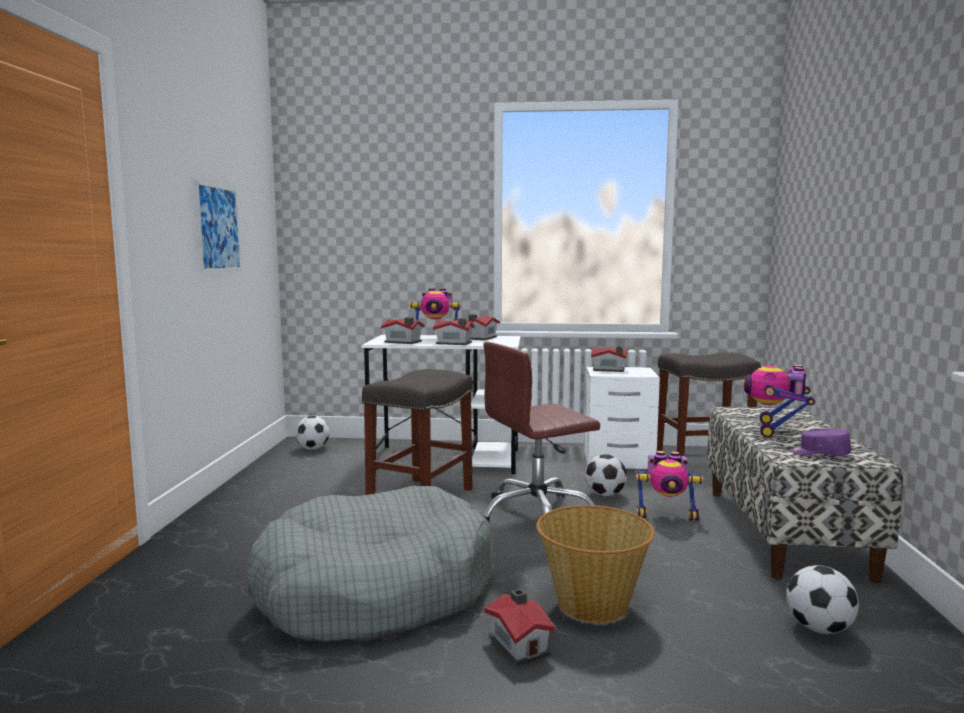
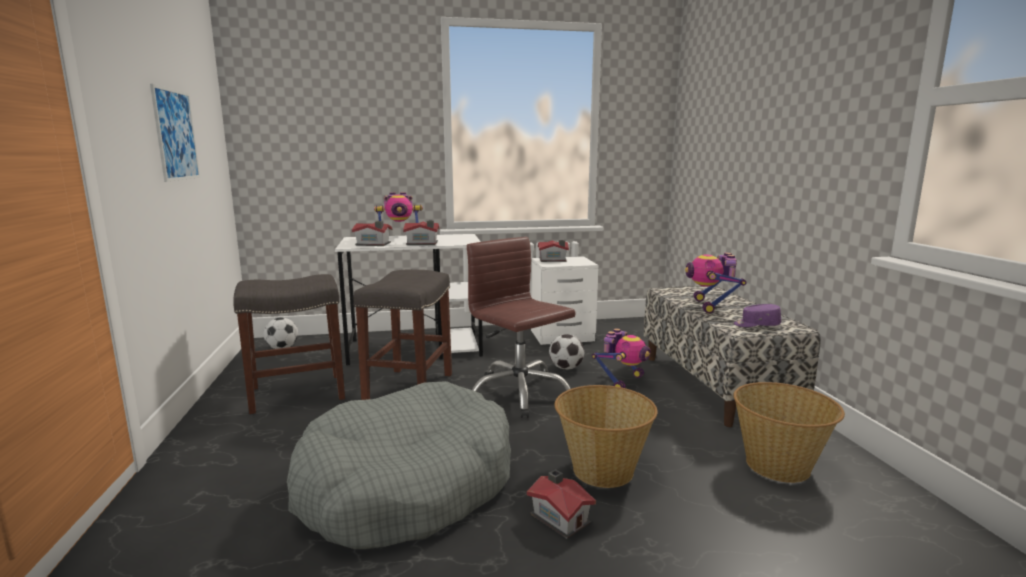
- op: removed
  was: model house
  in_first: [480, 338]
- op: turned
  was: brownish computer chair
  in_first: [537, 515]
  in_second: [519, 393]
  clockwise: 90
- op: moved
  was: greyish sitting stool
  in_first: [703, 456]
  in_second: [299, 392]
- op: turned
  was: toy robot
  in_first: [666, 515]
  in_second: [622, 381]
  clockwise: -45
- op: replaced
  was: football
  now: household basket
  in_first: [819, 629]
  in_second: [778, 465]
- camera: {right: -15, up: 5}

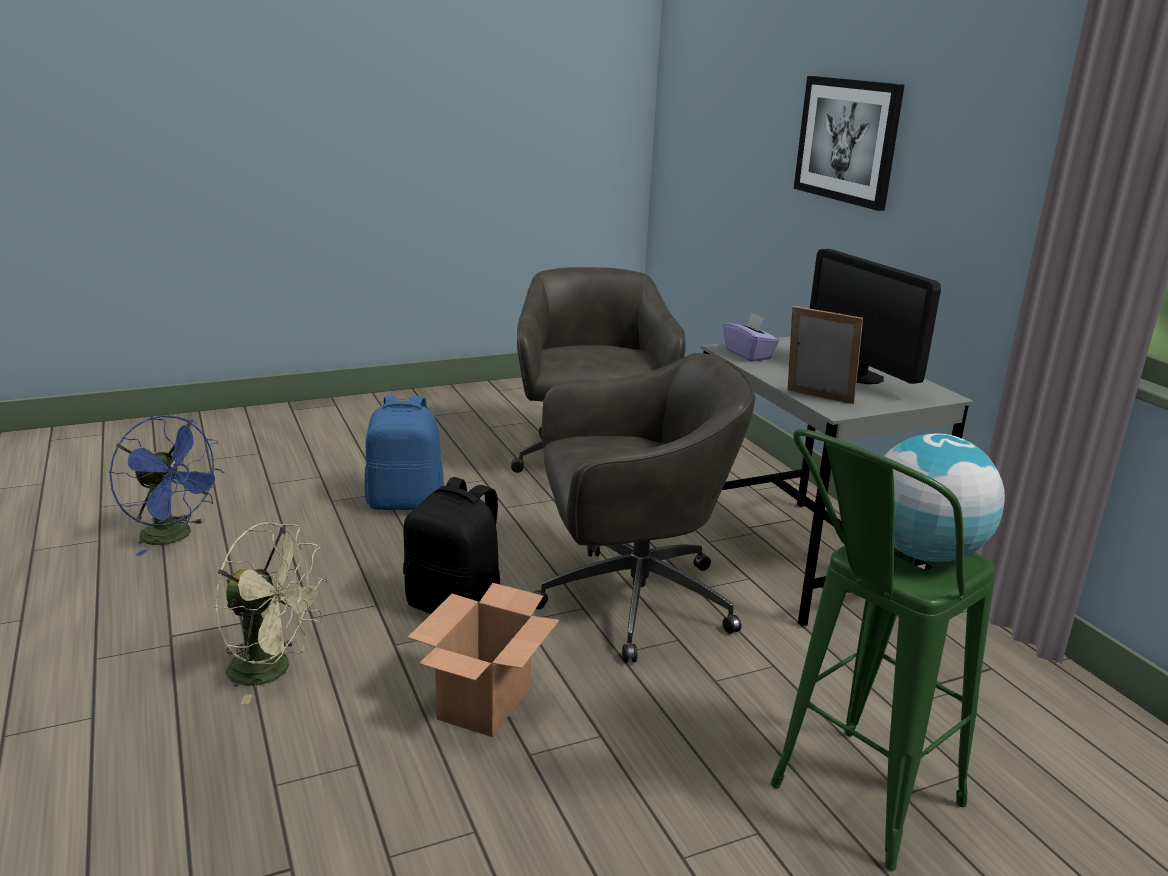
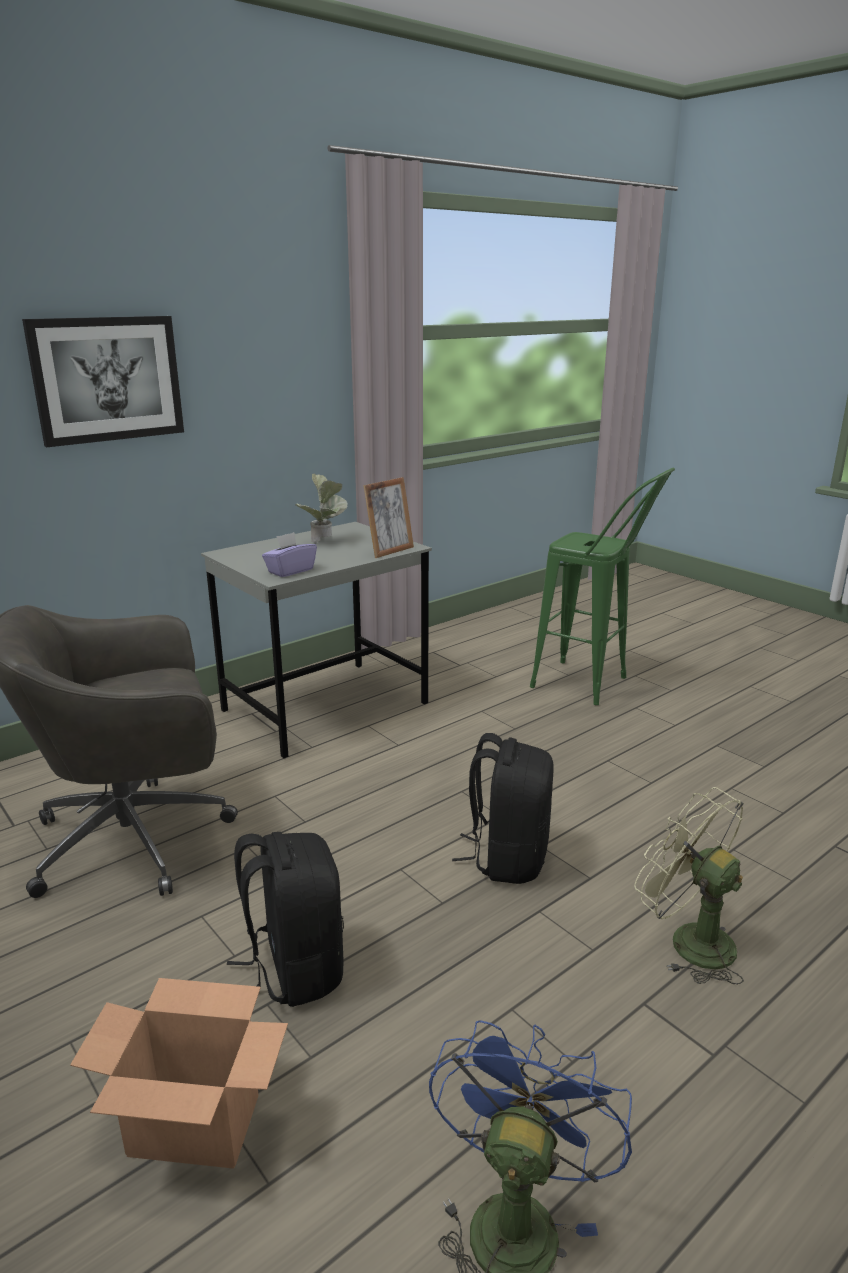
- op: replaced
  was: monitor
  now: plant in a pot
  in_first: [861, 376]
  in_second: [325, 542]
- op: turned
  was: photo frame
  in_first: [817, 399]
  in_second: [390, 551]
  clockwise: -150
- op: removed
  was: greyish computer chair
  in_first: [629, 602]
- op: recoloured
  was: bluish knapsack
  now: black knapsack
  in_first: [406, 503]
  in_second: [293, 969]
- op: removed
  was: globe
  in_first: [923, 553]
- op: turned
  was: green electric fan
  in_first: [272, 670]
  in_second: [688, 940]
  clockwise: -45
- op: moved
  was: cardboard box
  in_first: [484, 703]
  in_second: [196, 1125]
- camera: {right: -105, up: 0}

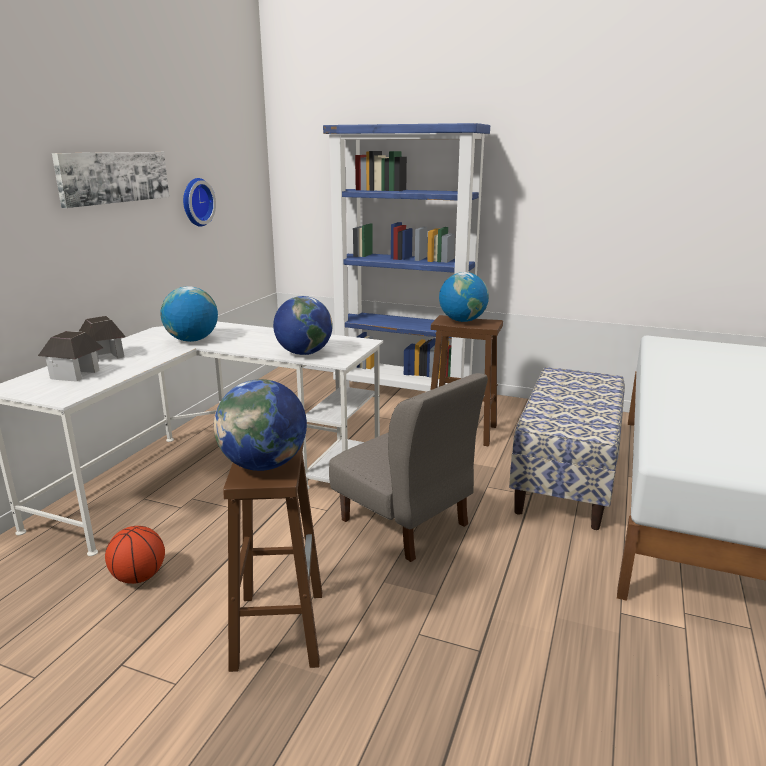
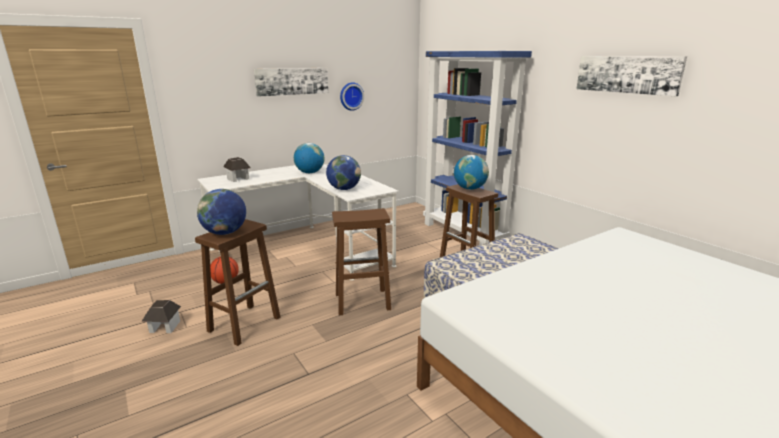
- op: moved
  was: model house
  in_first: [104, 356]
  in_second: [164, 327]
- op: replaced
  was: greyish upright chair
  now: brownish sitting stool
  in_first: [404, 522]
  in_second: [361, 302]
- op: added
  now: picture
  in_second: [627, 74]
- camera: {right: 35, up: 0}

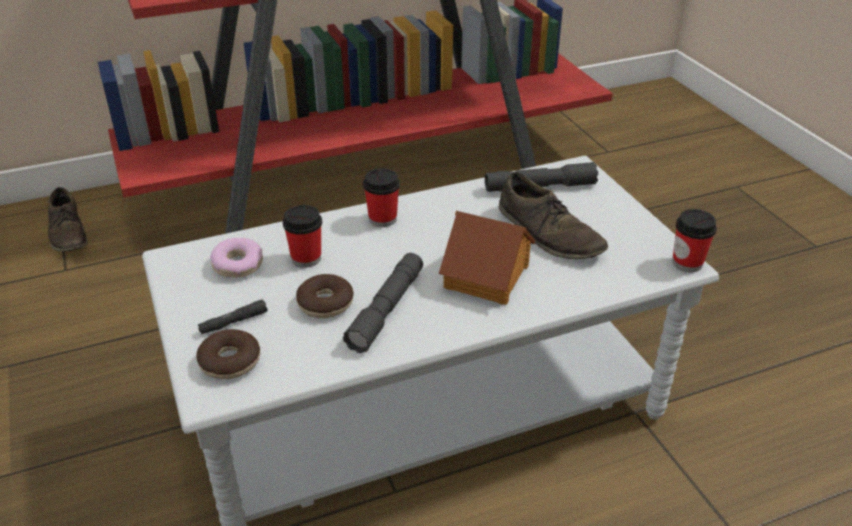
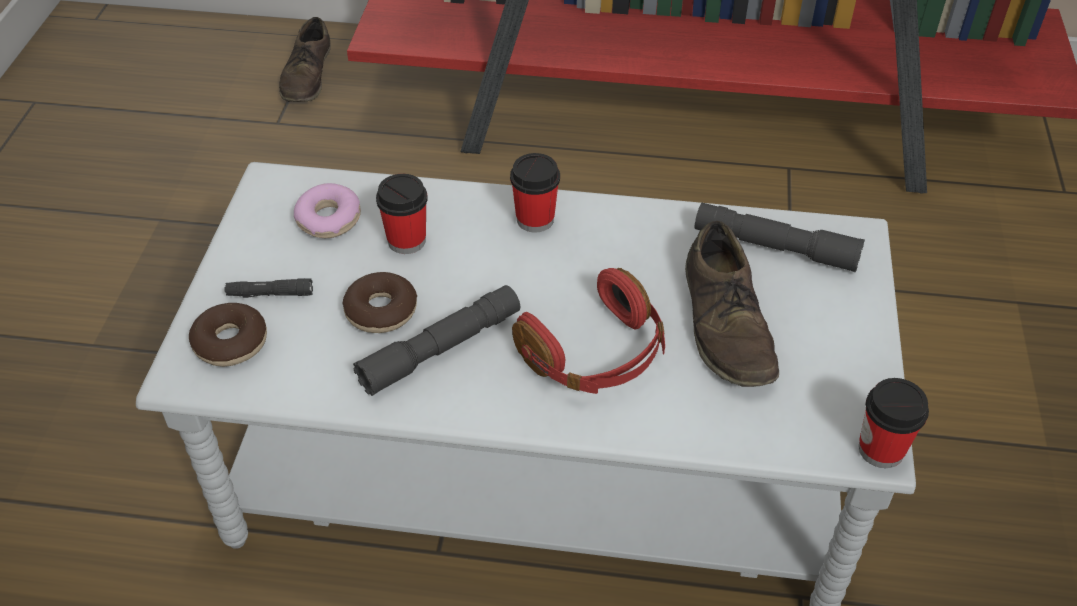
- op: replaced
  was: model house
  now: red-coloured headphones
  in_first: [488, 276]
  in_second: [595, 354]
- camera: {right: 30, up: 10}

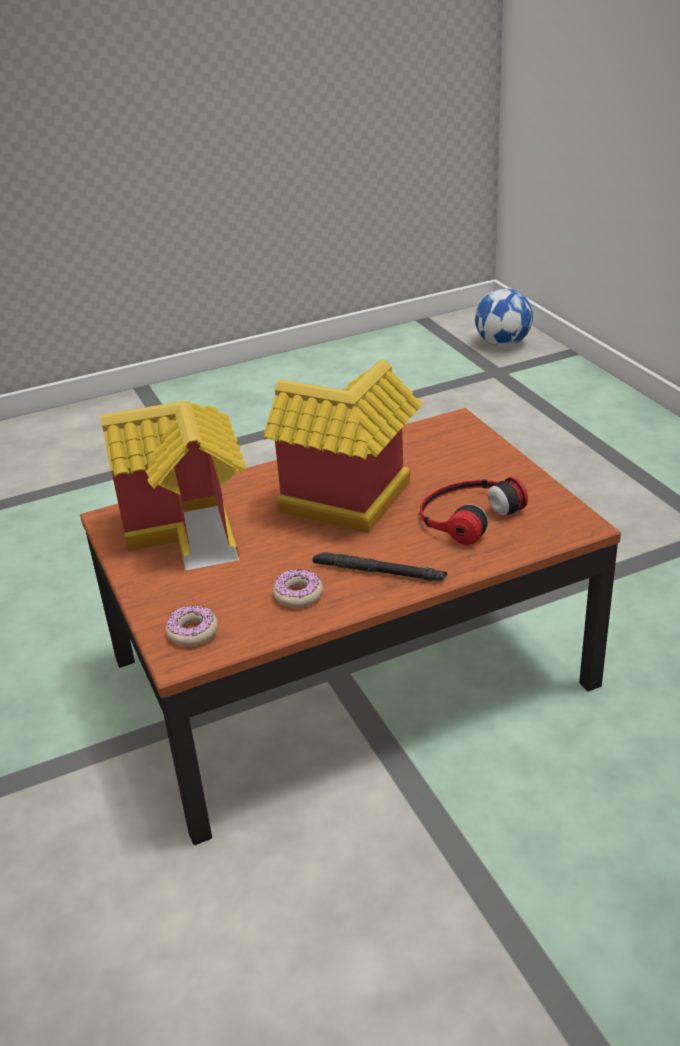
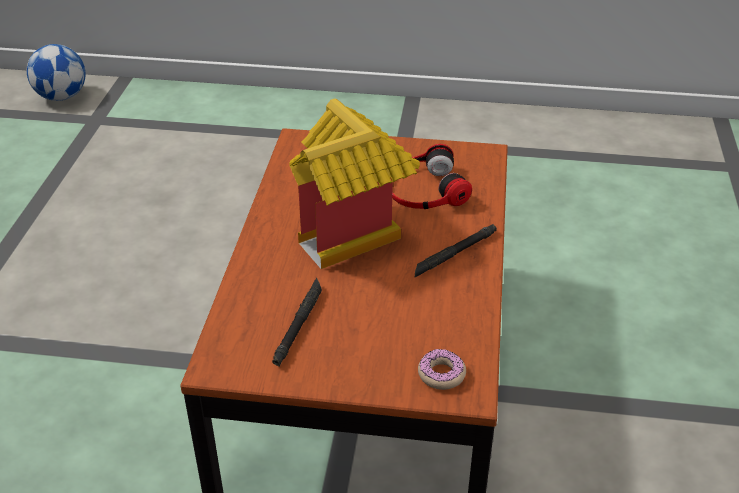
- op: replaced
  was: model house
  now: black hand torch
  in_first: [193, 533]
  in_second: [299, 325]
- op: removed
  was: doughnut
  in_first: [298, 594]
- camera: {right: -60, up: 5}

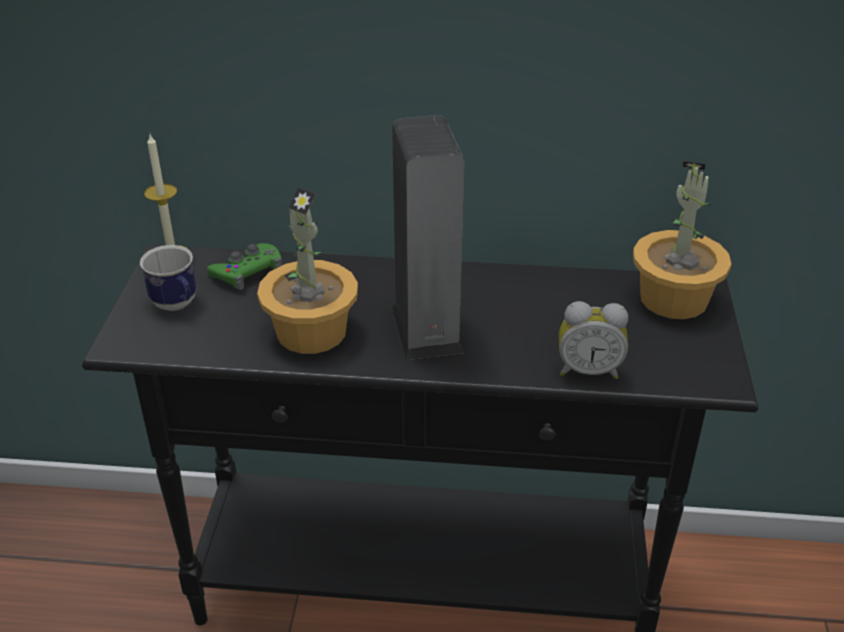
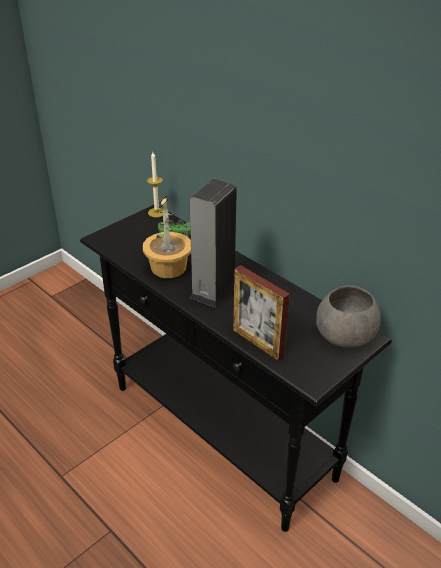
- op: replaced
  was: plant in a pot
  now: greyish serving bowl
  in_first: [673, 299]
  in_second: [344, 335]
- op: removed
  was: tea mug
  in_first: [178, 305]
- op: replaced
  was: table clock
  now: photo frame
  in_first: [588, 370]
  in_second: [258, 343]
- camera: {right: 40, up: 0}

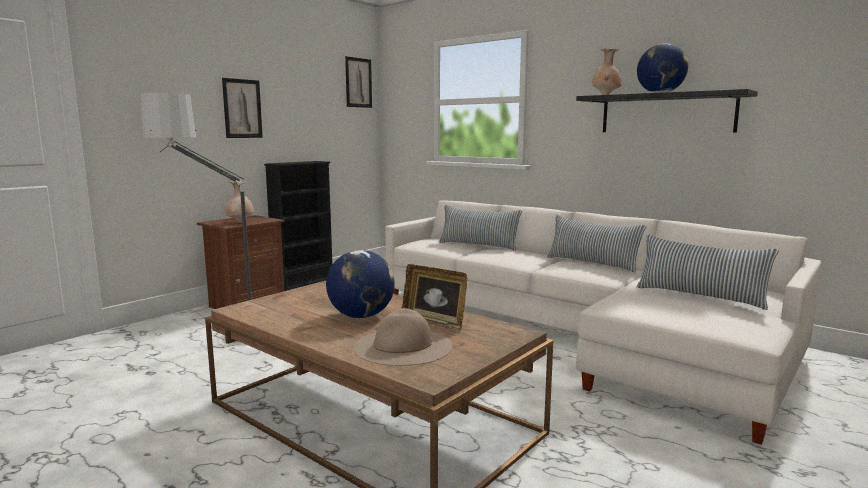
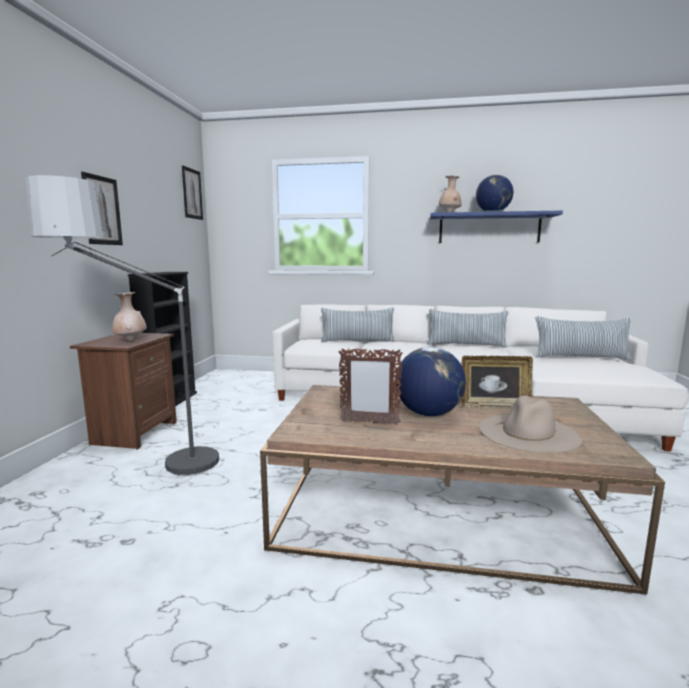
- op: recoloured
  was: black bracket shelf
  now: bluish bracket shelf
  in_first: [666, 113]
  in_second: [489, 228]
- op: added
  now: photo frame
  in_second: [369, 422]
- camera: {right: -30, up: 0}

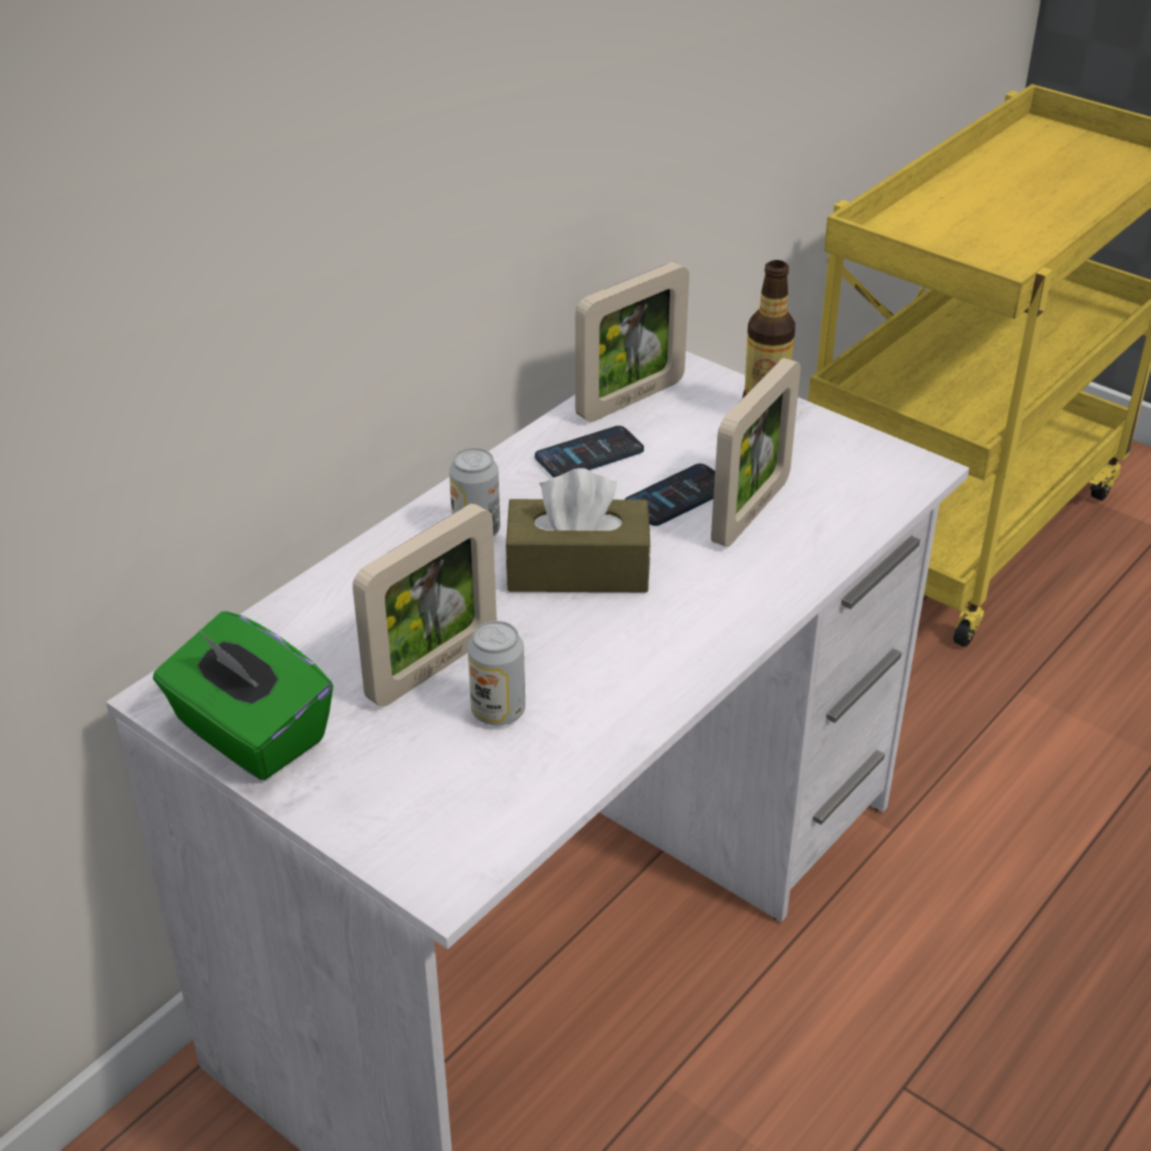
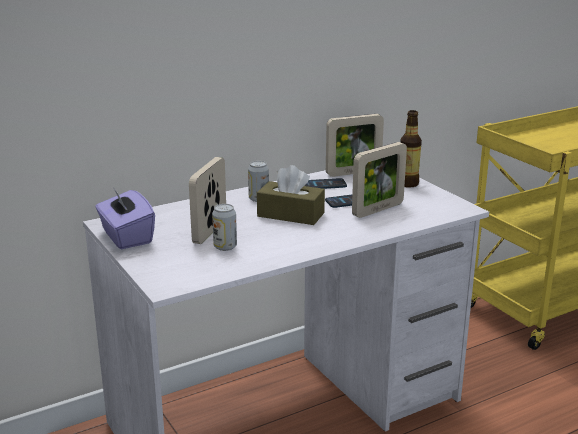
- op: turned
  was: photo frame
  in_first: [432, 667]
  in_second: [210, 231]
  clockwise: 135
- op: recoloured
  was: green tissue box
  now: purple-coloured tissue box
  in_first: [249, 733]
  in_second: [126, 237]
- camera: {right: 20, up: -15}

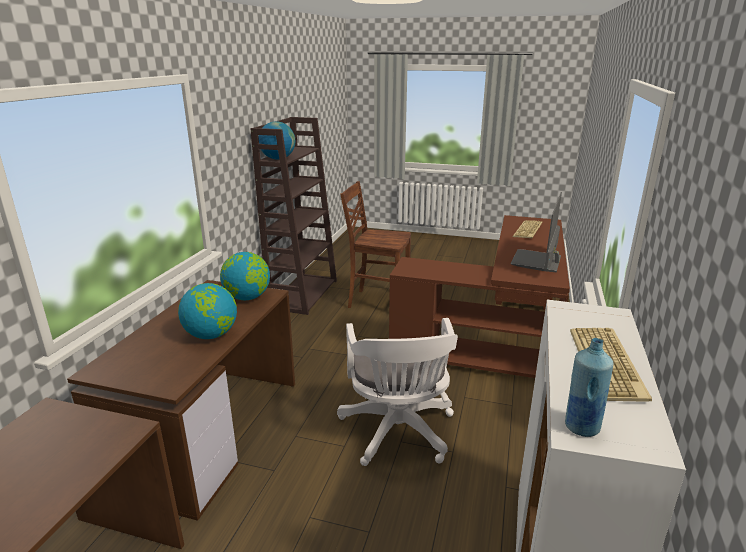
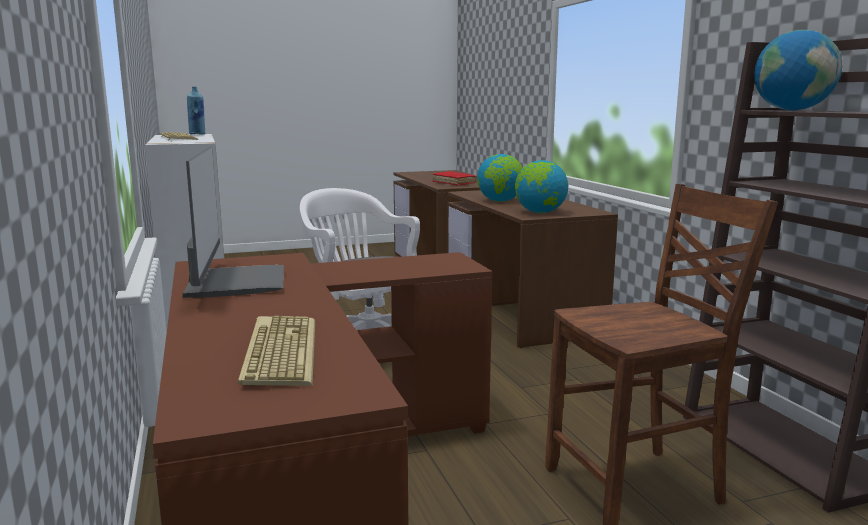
- op: added
  now: red-coloured bound book
  in_second: [454, 183]
- camera: {right: 145, up: -10}

